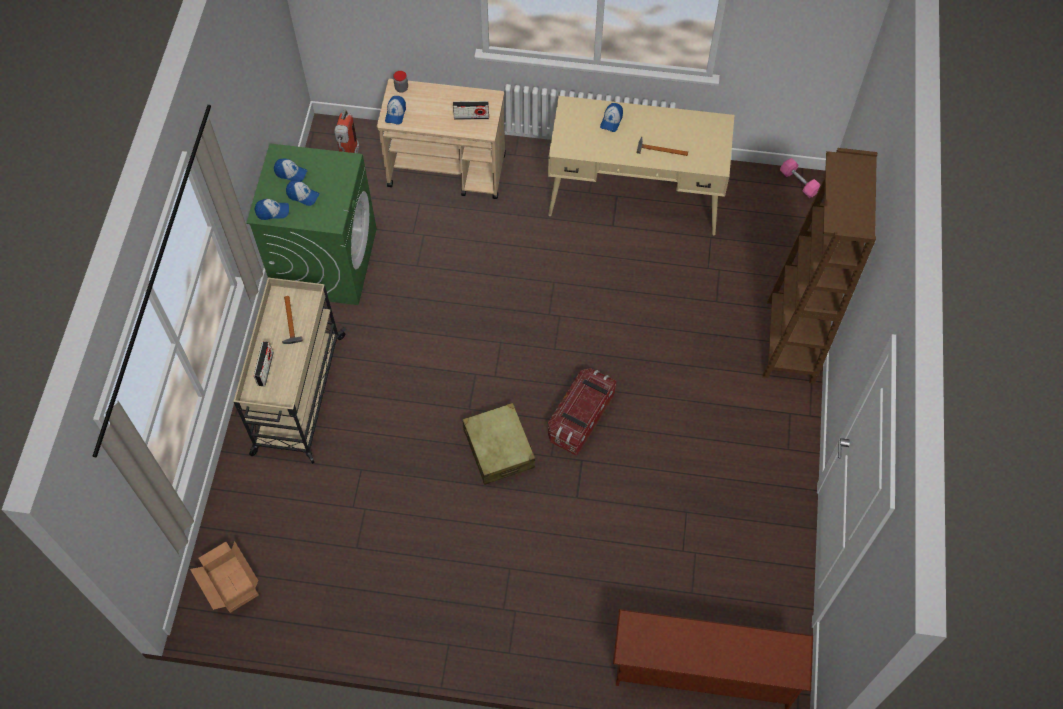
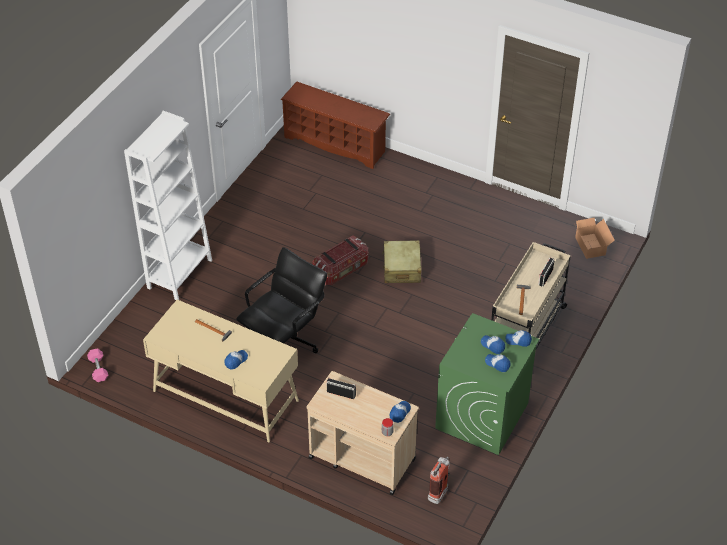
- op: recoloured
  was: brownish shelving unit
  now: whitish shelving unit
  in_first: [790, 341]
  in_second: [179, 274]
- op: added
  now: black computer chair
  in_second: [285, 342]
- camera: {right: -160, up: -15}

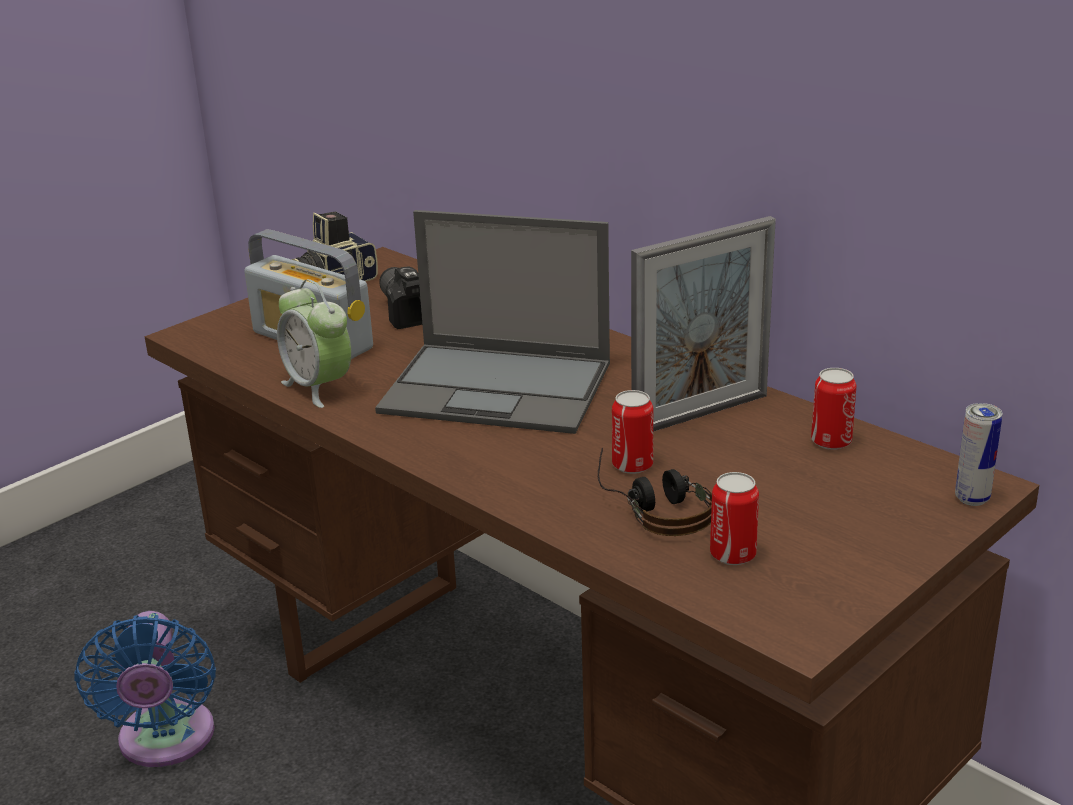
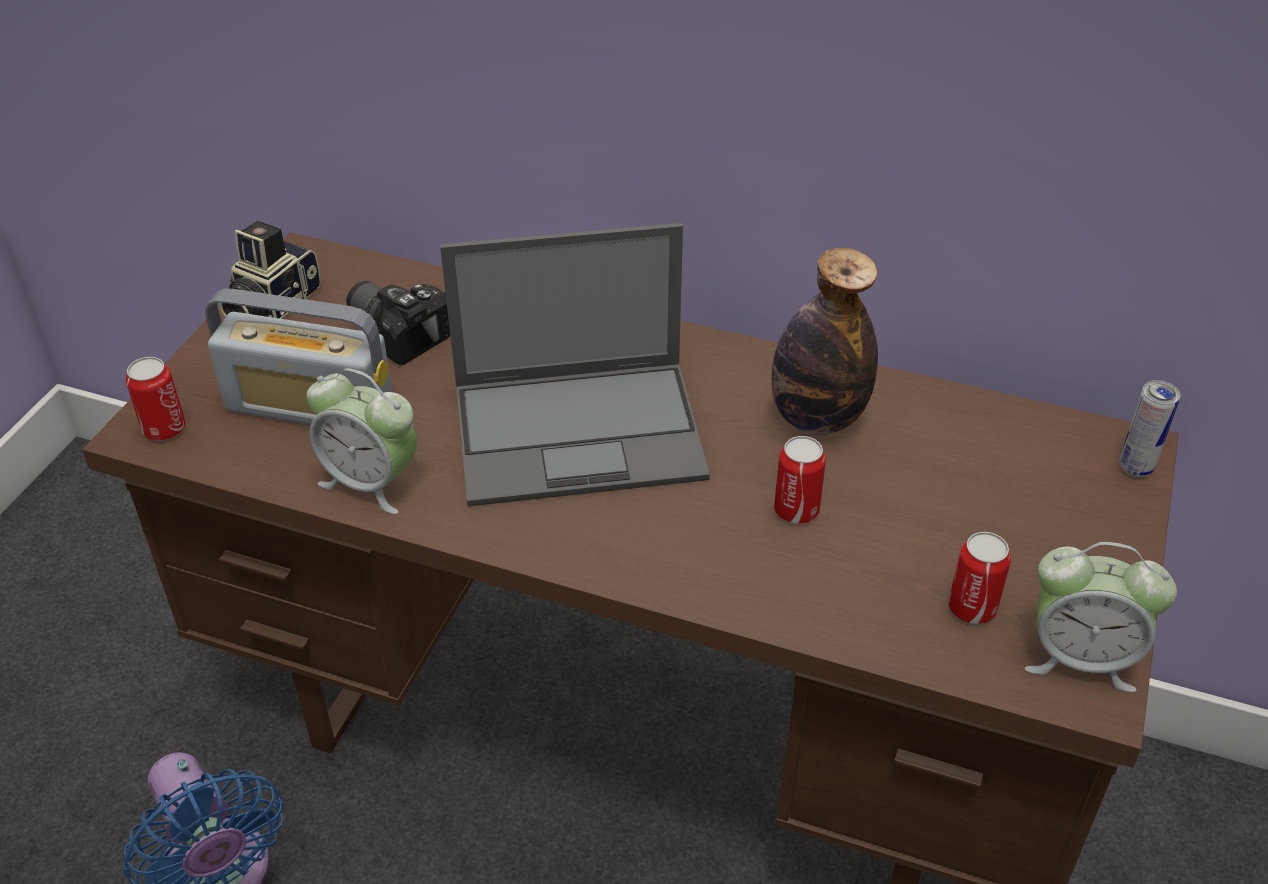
- op: replaced
  was: photo frame
  now: bottle
  in_first: [700, 414]
  in_second: [817, 417]
- op: moved
  was: sealed can
  in_first: [831, 441]
  in_second: [164, 429]
- op: removed
  was: headphones
  in_first: [654, 507]
- op: added
  now: table clock
  in_second: [1080, 658]
- camera: {right: -25, up: 15}

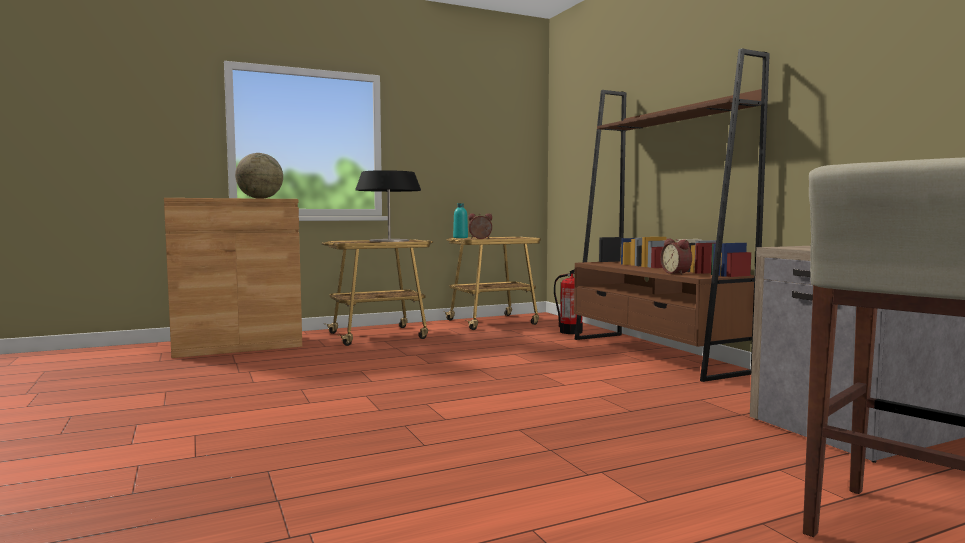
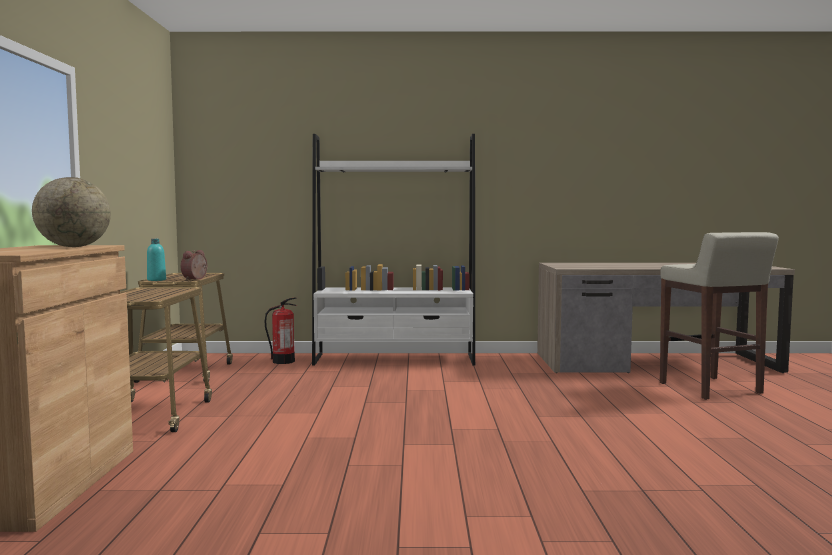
- op: recoloured
  was: brownish shelving unit
  now: whitish shelving unit
  in_first: [654, 354]
  in_second: [395, 359]
- op: removed
  was: table lamp
  in_first: [389, 240]
- op: removed
  was: table clock
  in_first: [677, 273]
- camera: {right: -65, up: 0}

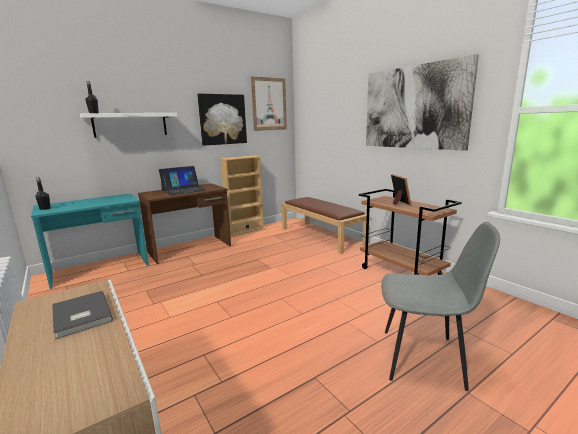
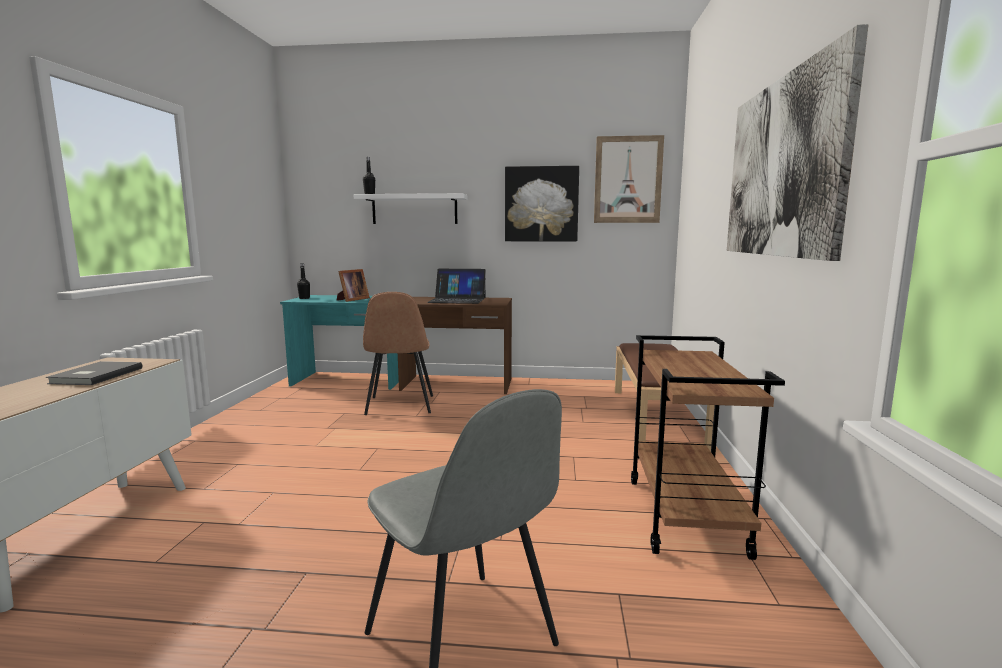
- op: removed
  was: beige-coloured shelving unit
  in_first: [245, 231]
- op: moved
  was: photo frame
  in_first: [398, 202]
  in_second: [352, 300]
- op: added
  now: brownish upright chair
  in_second: [400, 406]
- camera: {right: 40, up: -5}

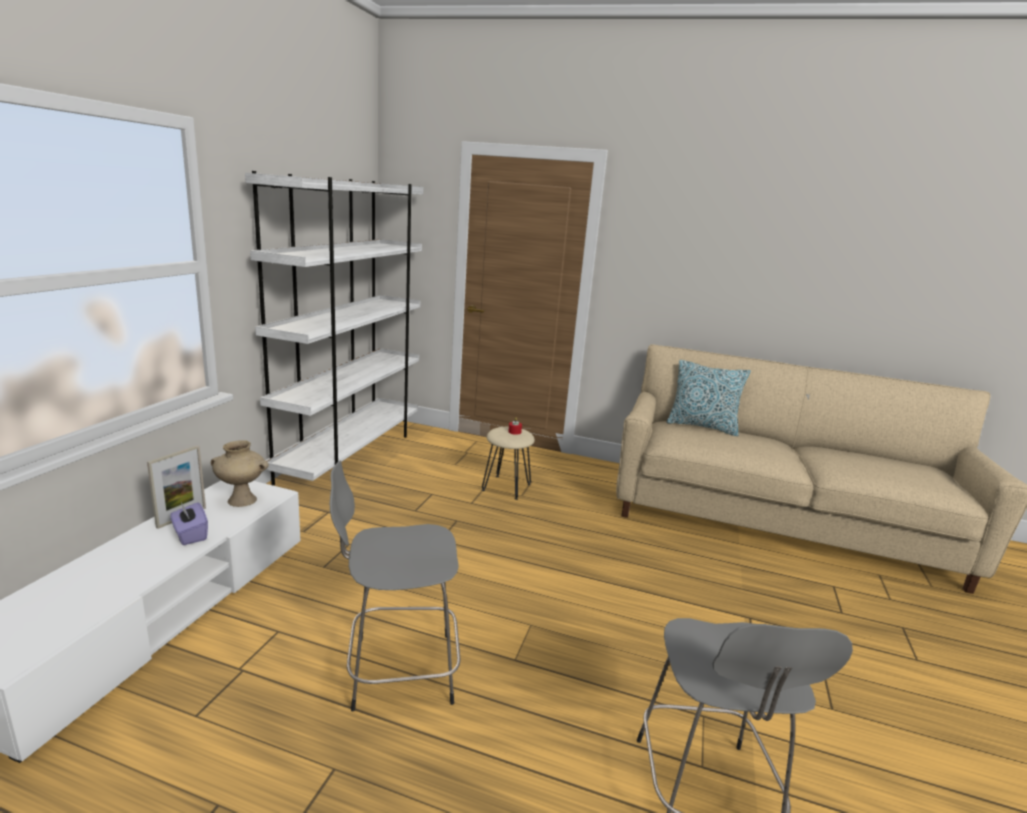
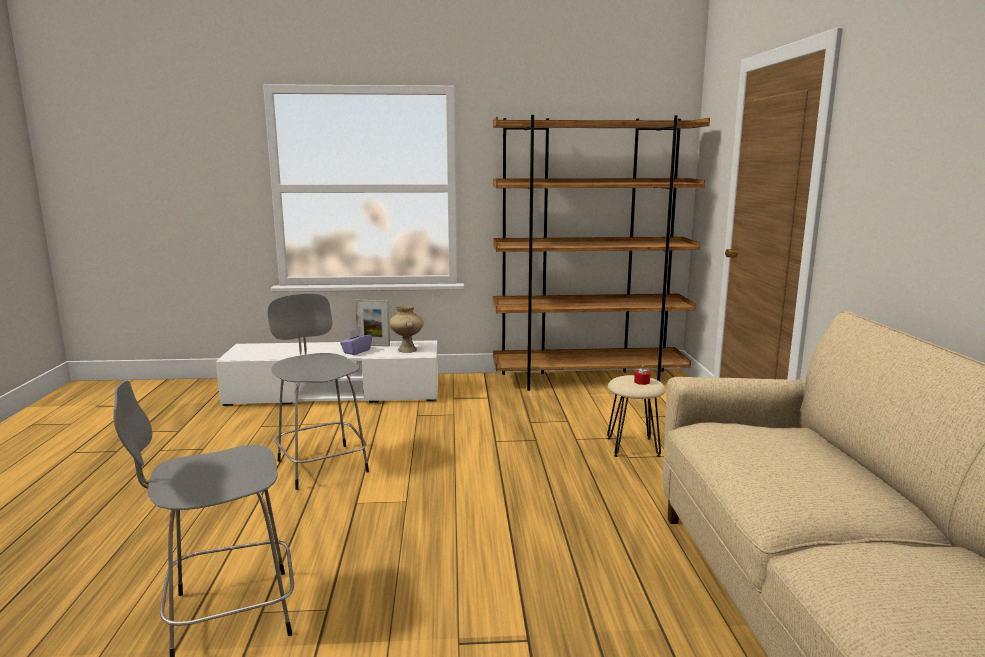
- op: recoloured
  was: whitish shelving unit
  now: brownish shelving unit
  in_first: [351, 454]
  in_second: [589, 380]
- op: removed
  was: cushion
  in_first: [702, 426]
- camera: {right: 70, up: -5}

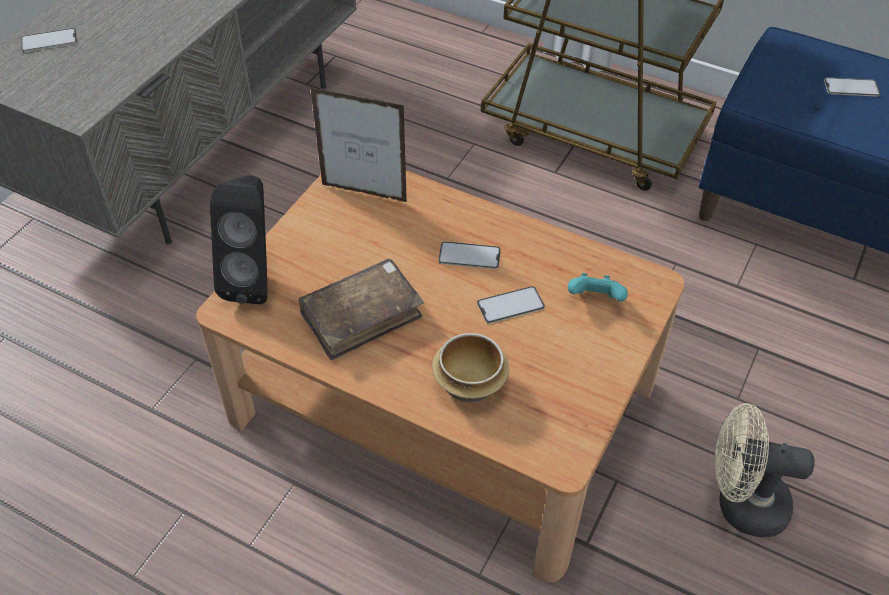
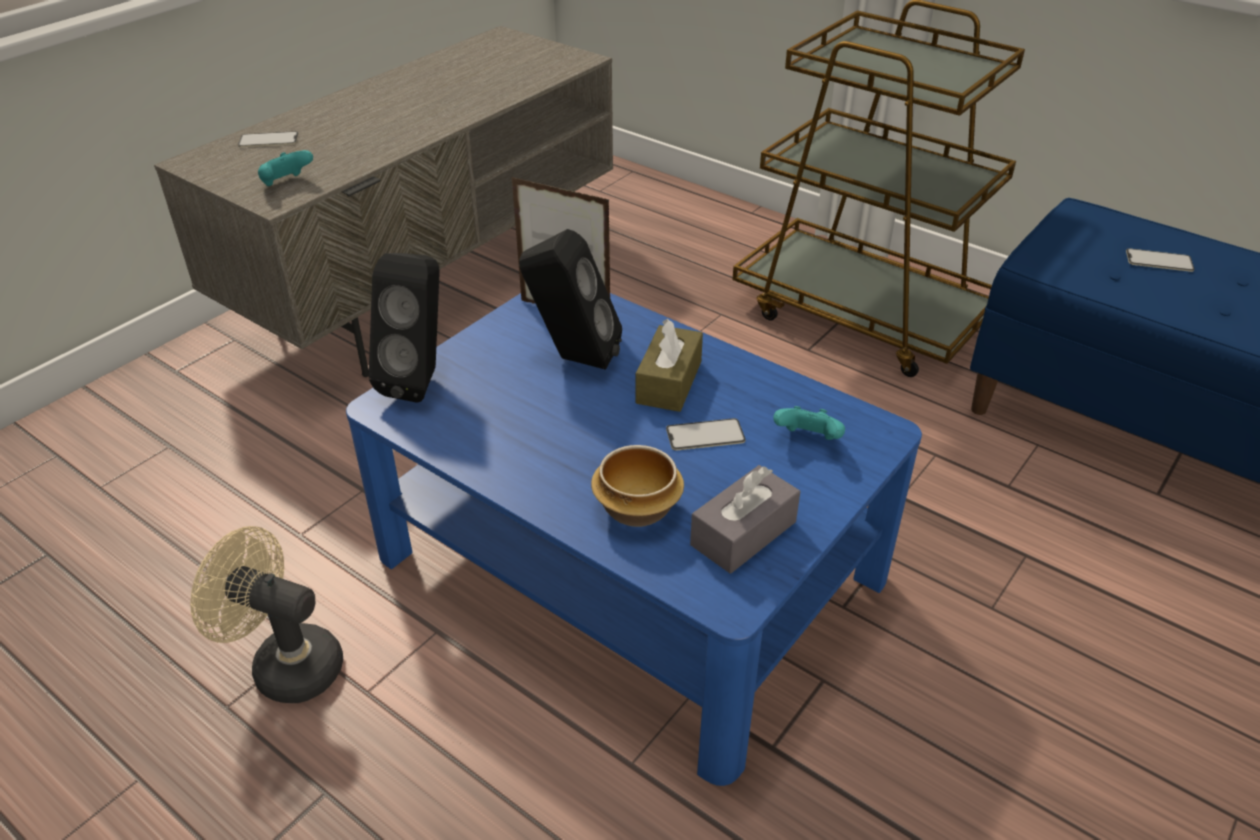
- op: recoloured
  was: brownish low table
  now: bluish low table
  in_first: [444, 400]
  in_second: [631, 566]
- op: replaced
  was: phone
  now: brownish tissue box
  in_first: [469, 256]
  in_second: [669, 382]
- op: removed
  was: brownish bound book
  in_first: [361, 316]
- op: moved
  was: beige-coloured electric fan
  in_first: [740, 504]
  in_second: [285, 664]
- op: added
  now: turquoise-coloured gamepad
  in_second: [286, 183]
- op: added
  now: black speaker
  in_second: [572, 359]
- op: added
  now: greyish tissue box
  in_second: [743, 533]
- camera: {right: 10, up: -10}

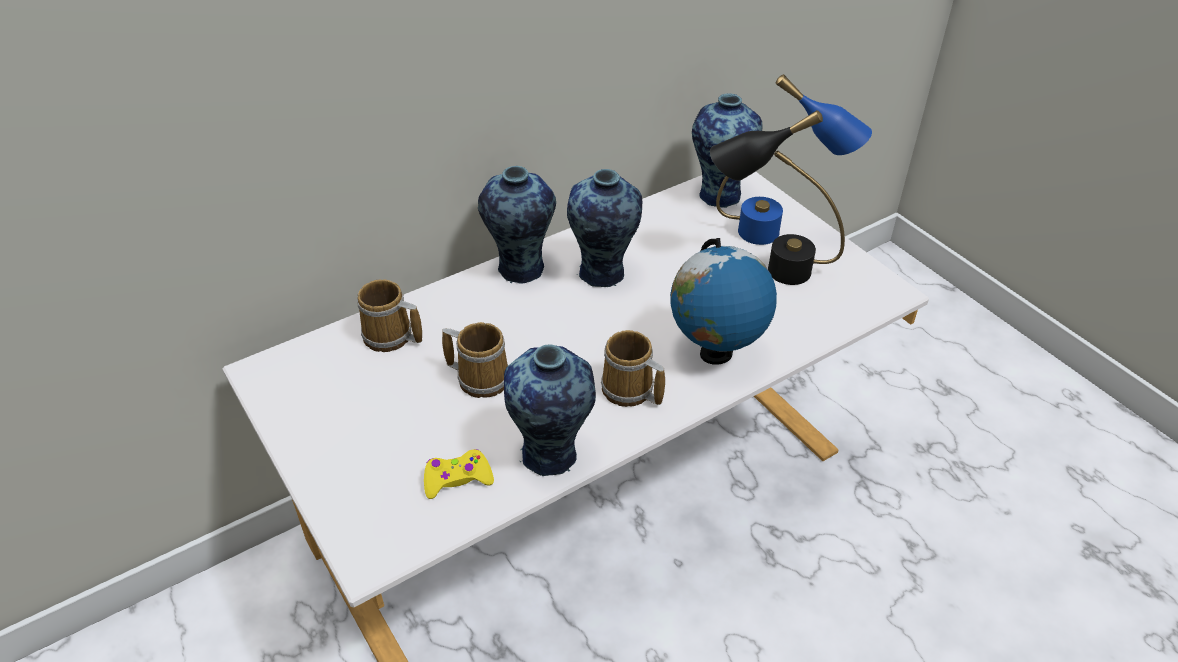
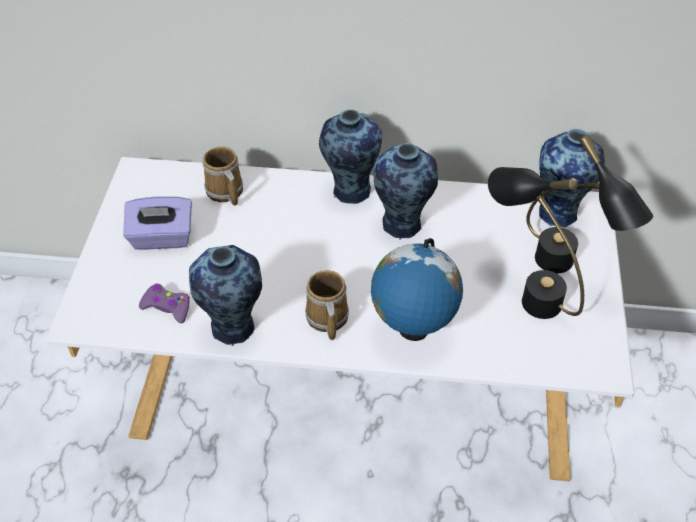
- op: recoloured
  was: bluish table lamp
  now: black table lamp
  in_first: [779, 234]
  in_second: [568, 270]
- op: removed
  was: tea mug
  in_first: [481, 377]
- op: recoloured
  was: yellow-coloured gamepad
  now: purple-coloured gamepad
  in_first: [457, 479]
  in_second: [167, 307]
- op: added
  now: purple-coloured tissue box
  in_second: [162, 238]
- camera: {right: 40, up: 5}

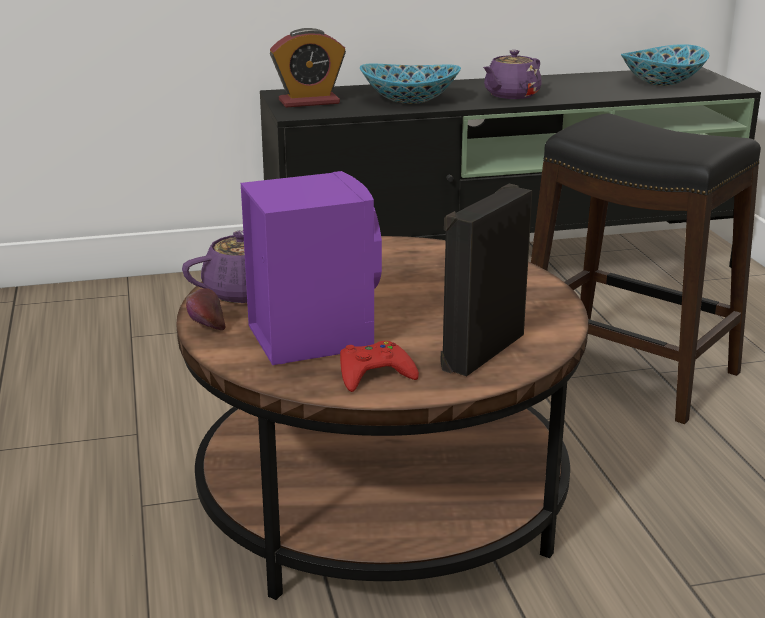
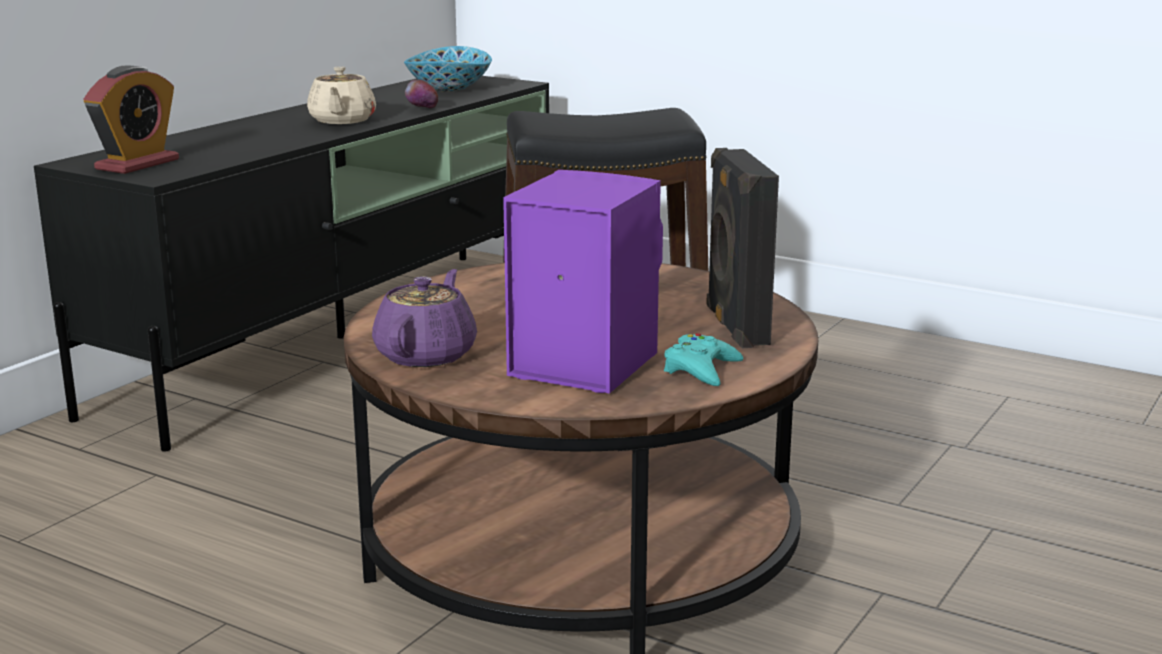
- op: recoloured
  was: purple-coloured teapot
  now: beige-coloured teapot
  in_first: [511, 95]
  in_second: [342, 121]
- op: removed
  was: serving bowl
  in_first: [409, 99]
- op: moved
  was: whole apple
  in_first: [206, 328]
  in_second: [422, 109]
- op: recoloured
  was: red-coloured gamepad
  now: turquoise-coloured gamepad
  in_first: [374, 374]
  in_second: [701, 369]
- camera: {right: -45, up: -5}

